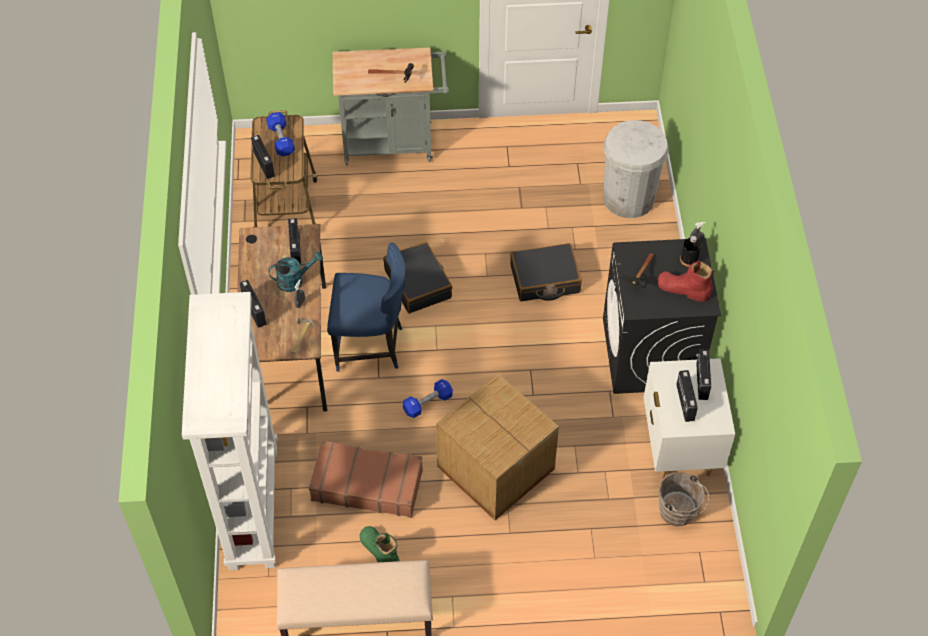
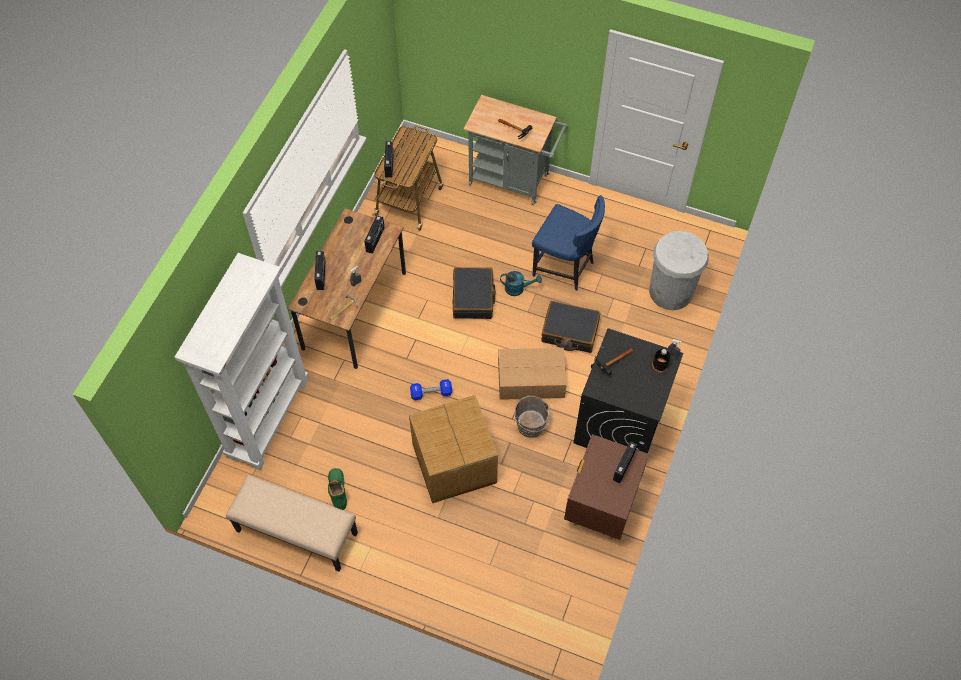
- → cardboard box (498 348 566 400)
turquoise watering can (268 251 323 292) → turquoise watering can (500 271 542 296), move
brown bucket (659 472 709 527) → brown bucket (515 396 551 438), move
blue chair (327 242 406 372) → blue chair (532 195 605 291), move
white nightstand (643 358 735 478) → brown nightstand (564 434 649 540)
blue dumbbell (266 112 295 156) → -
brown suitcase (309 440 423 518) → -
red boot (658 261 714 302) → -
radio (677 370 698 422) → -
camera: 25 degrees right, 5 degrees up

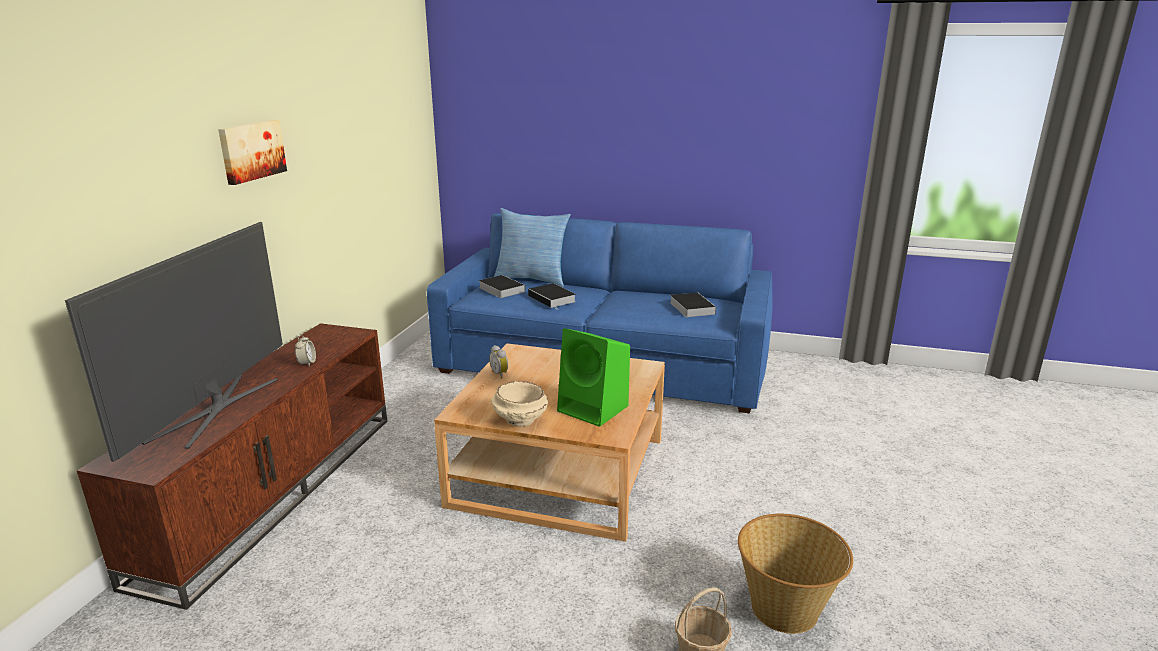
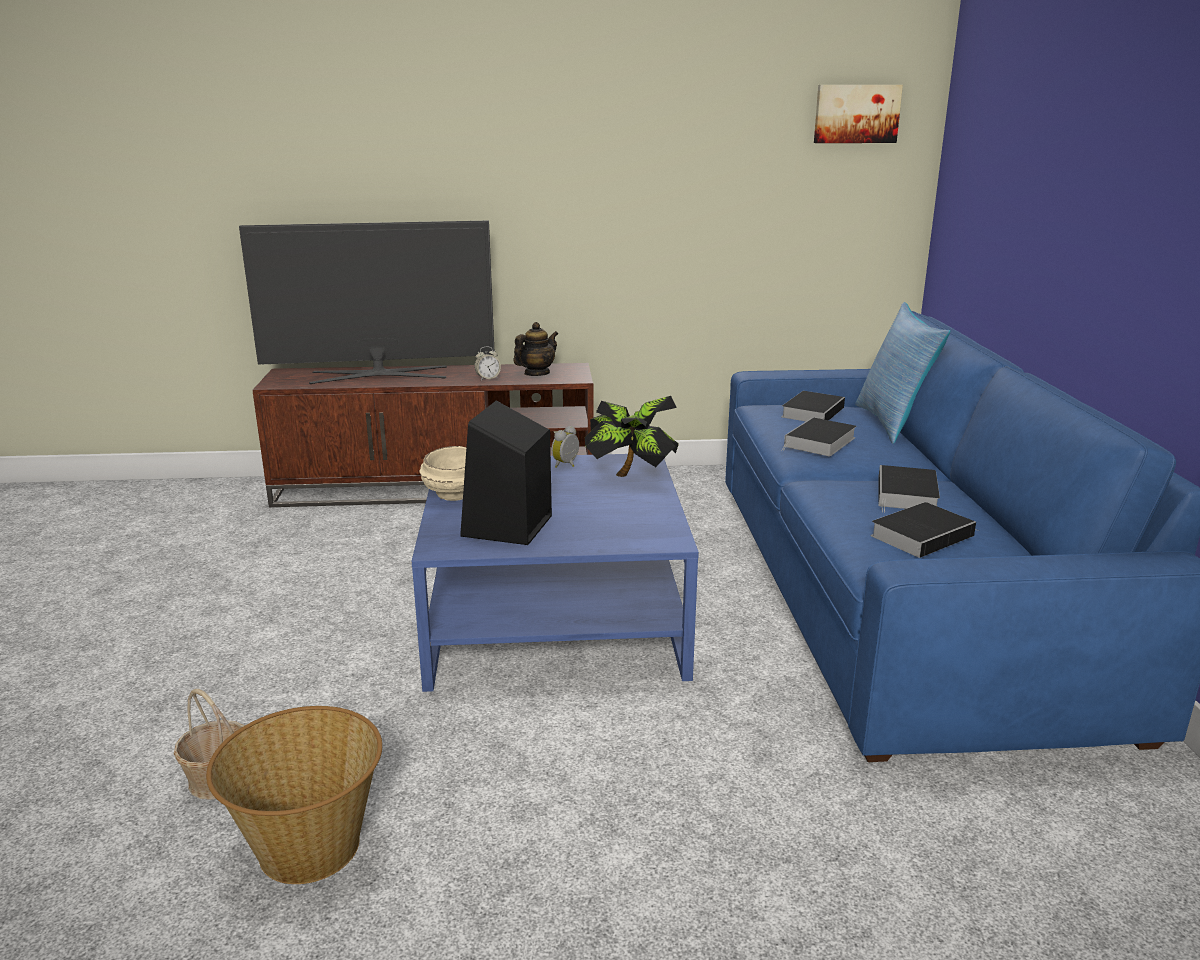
beige coffee table (434 343 665 542) → blue coffee table (411 454 699 692)
green speaker (557 328 630 427) → black speaker (460 401 552 545)
- → teapot (513 322 558 376)
- → potted plant (585 396 679 477)
picture (218 120 287 185) → picture (814 85 903 143), move
- → book (878 465 940 512)
camera: 70 degrees right, 0 degrees up

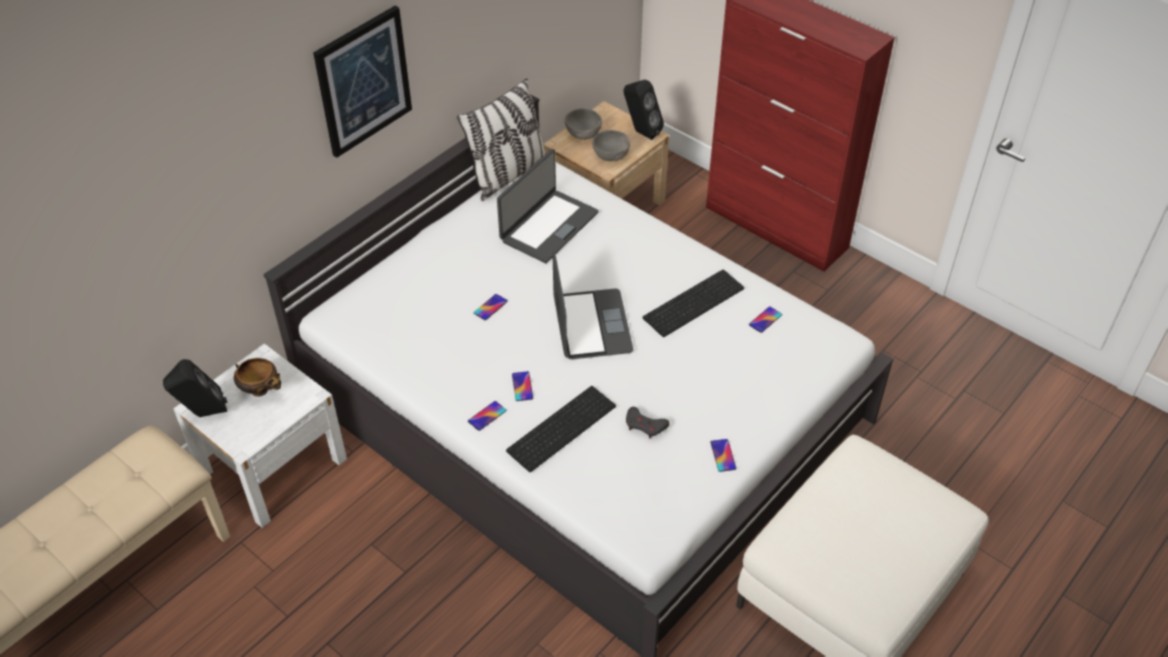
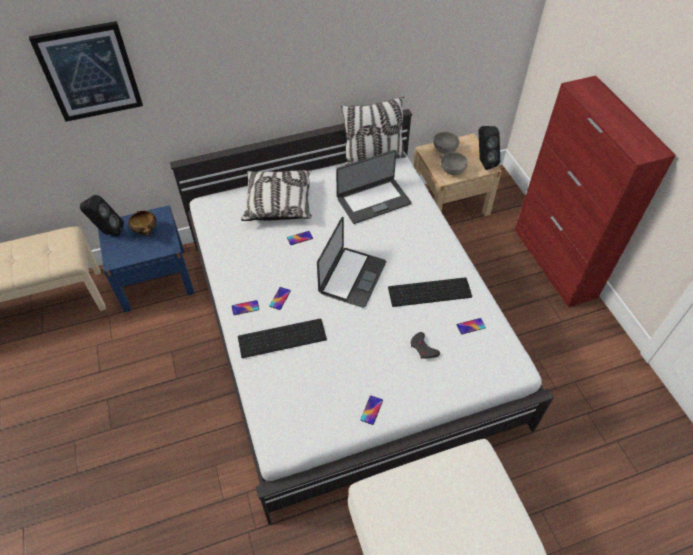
picture (313 6 412 158) → picture (29 21 143 122), move
white nightstand (173 344 347 528) → blue nightstand (98 205 195 313)
- → pillow (241 170 312 221)
grey game controller (626 407 669 438) → grey game controller (411 332 440 359), move
camera: 30 degrees right, 5 degrees up

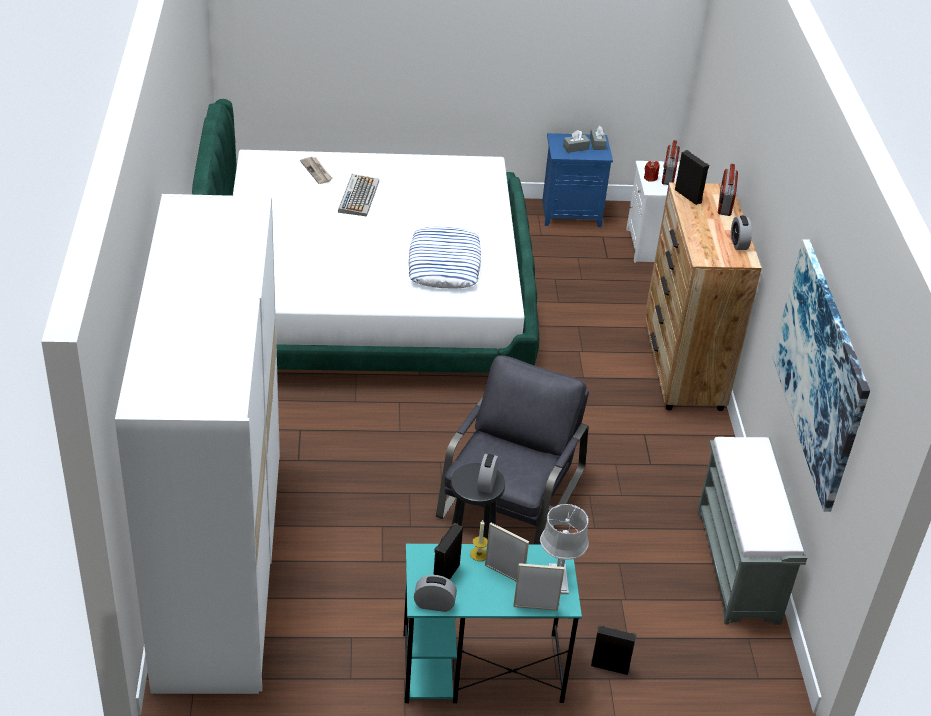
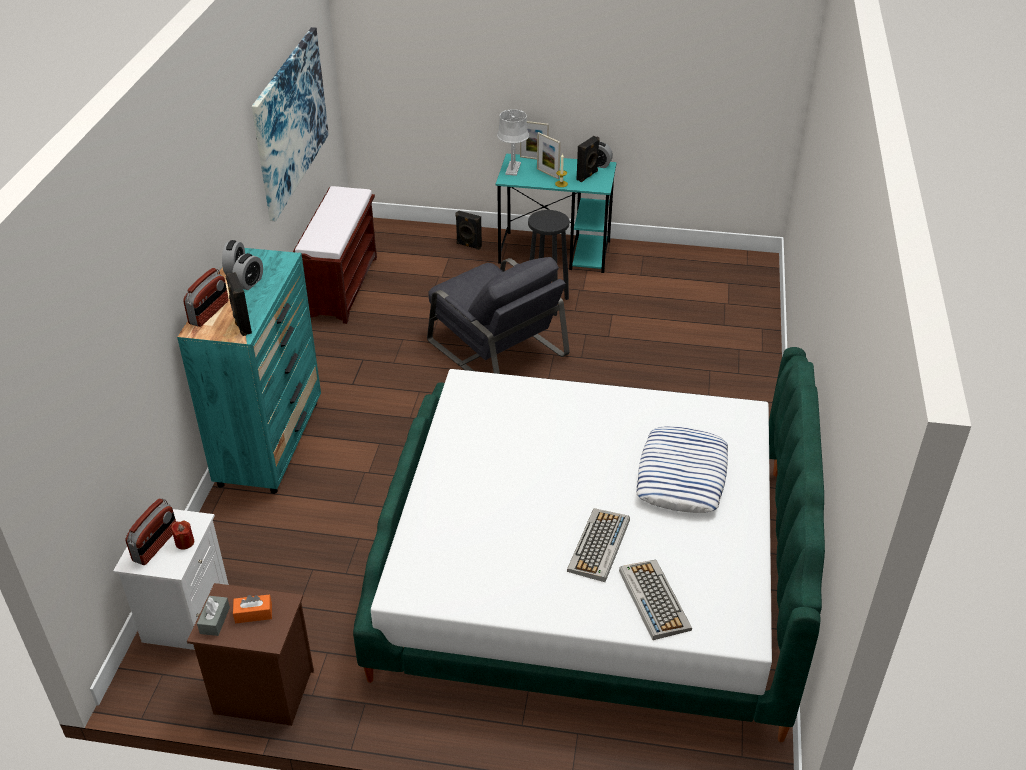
brown dresser (644 182 762 411) → turquoise dresser (177 248 321 494)
blue nightstand (542 133 613 227) → brown nightstand (187 583 314 726)
alarm clock (477 454 499 493) → alarm clock (232 253 263 290), move
grey tissue box (563 130 590 153) → orange tissue box (233 594 272 623)
grey bench (697 437 807 625) → brown bench (293 186 377 324)
grey armchair (436 355 589 545) → grey armchair (427 257 570 374), 75 degrees counterclockwise
newspaper (300 157 332 184) → keyboard (619 560 692 640)
pillow (409 227 481 289) → pillow (636 426 728 513), move
white wardrobe (115 194 280 694) → -
camera: 165 degrees left, 0 degrees up

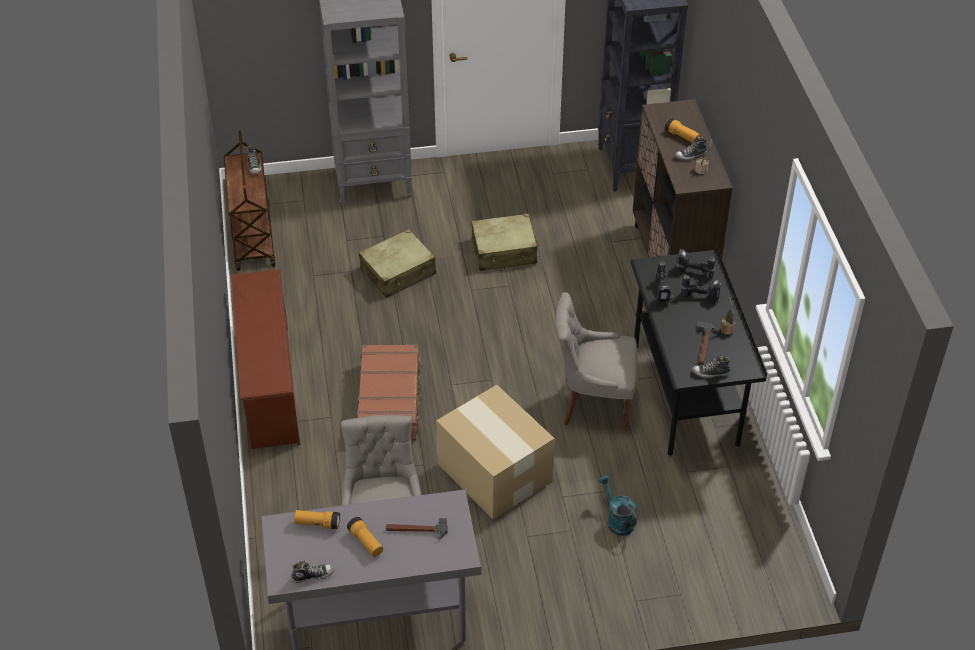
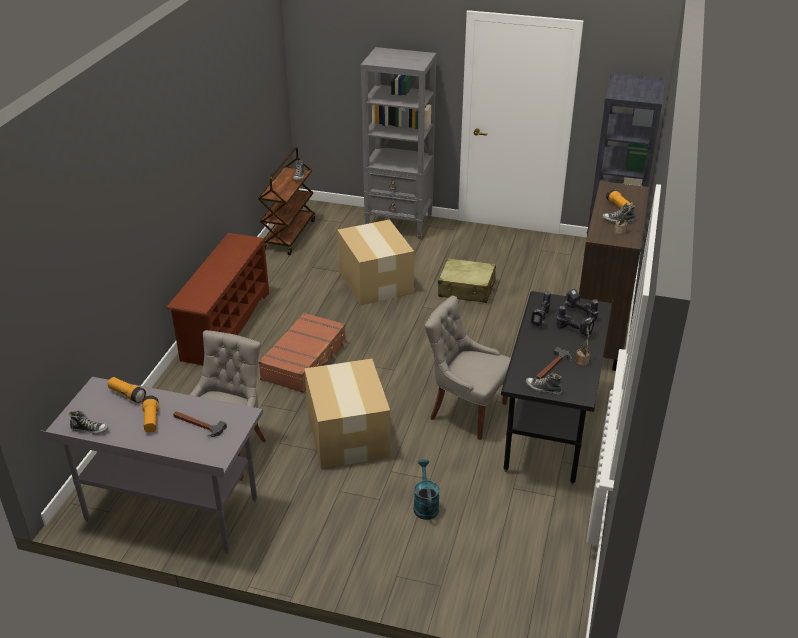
beige suitcase (359 229 436 298) → cardboard box (337 219 414 305)
camera: 25 degrees right, 10 degrees down

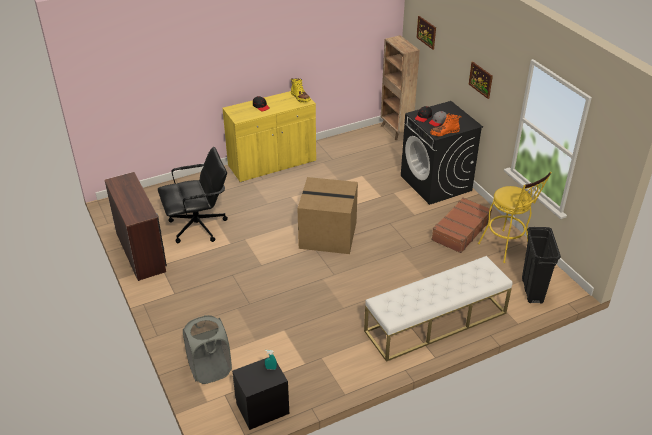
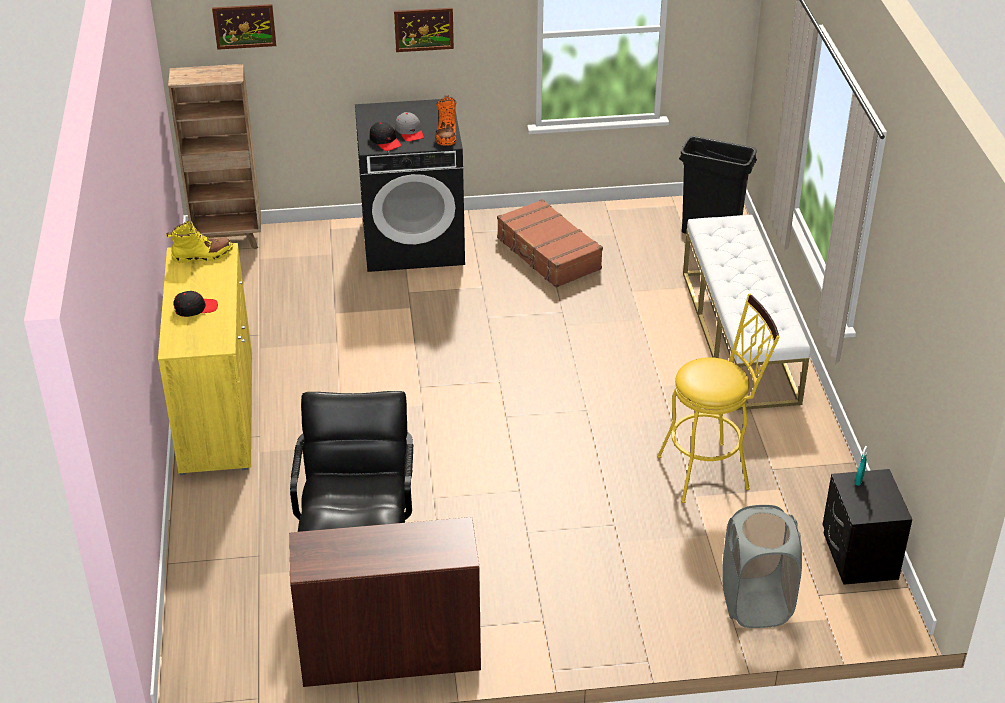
yellow stool (478 172 552 263) → yellow stool (657 294 780 503), move
cardboard box (297 177 358 254) → -
camera: 70 degrees left, 0 degrees up

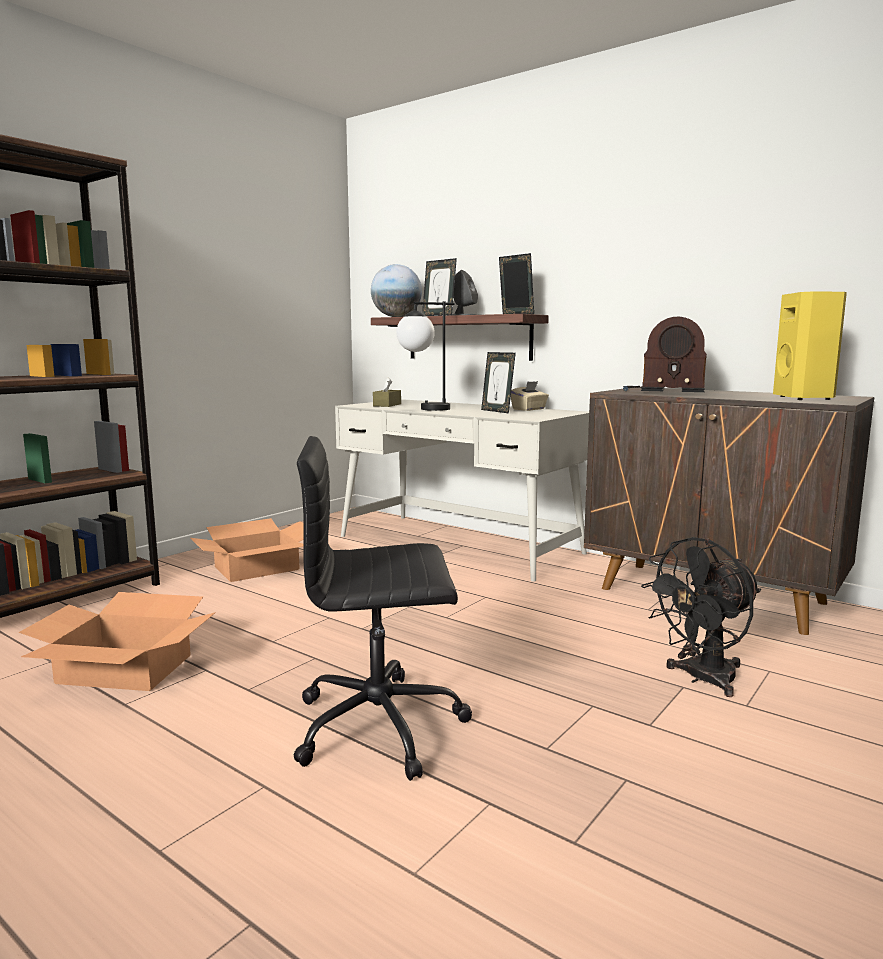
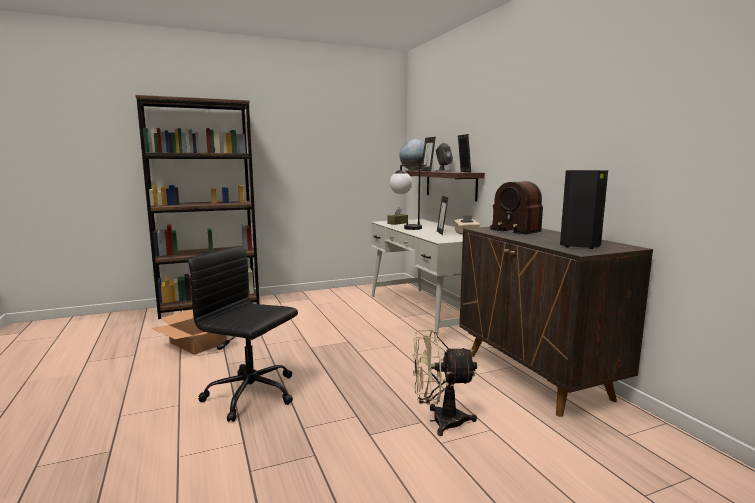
black fan (641 537 761 697) → beige fan (413 330 477 436)
yellow speaker (773 291 847 400) → black speaker (560 170 608 249)
cardboard box (190 518 304 582) → -
camera: 30 degrees right, 0 degrees up

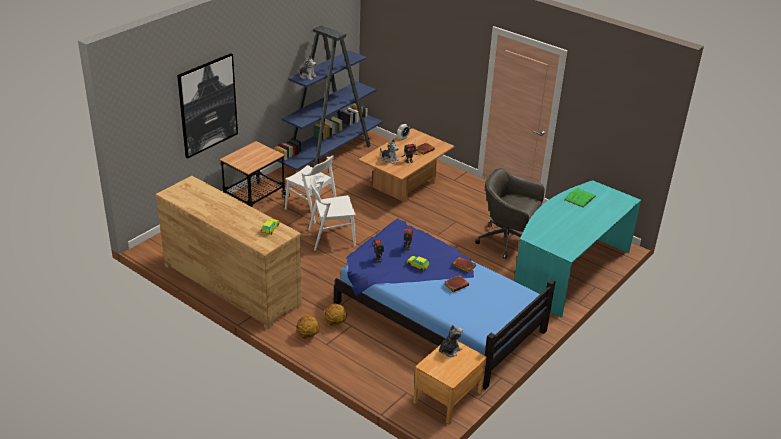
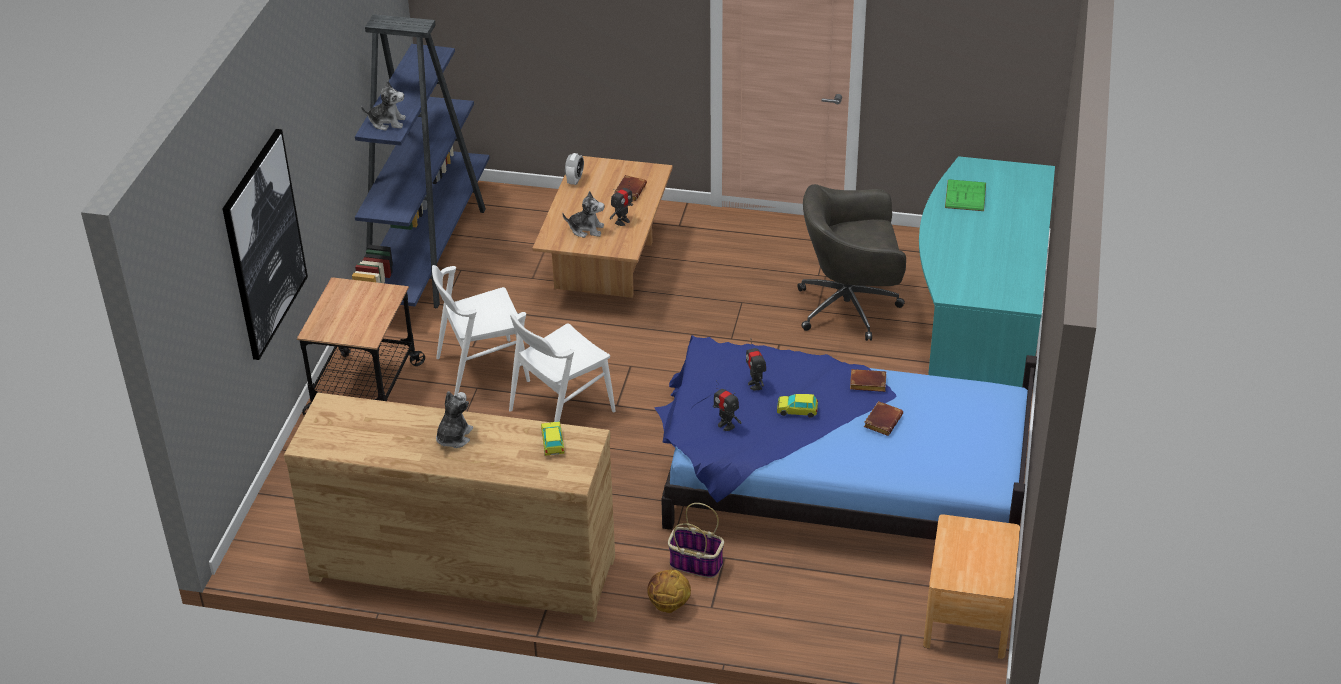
white chair (285 156 336 224) → white chair (432 265 530 395), 150 degrees clockwise
plush toy (439 325 463 357) → plush toy (436 391 473 448), move
basketball (324 304 347 326) → basket (668 503 724 578)
camera: 25 degrees left, 5 degrees up

